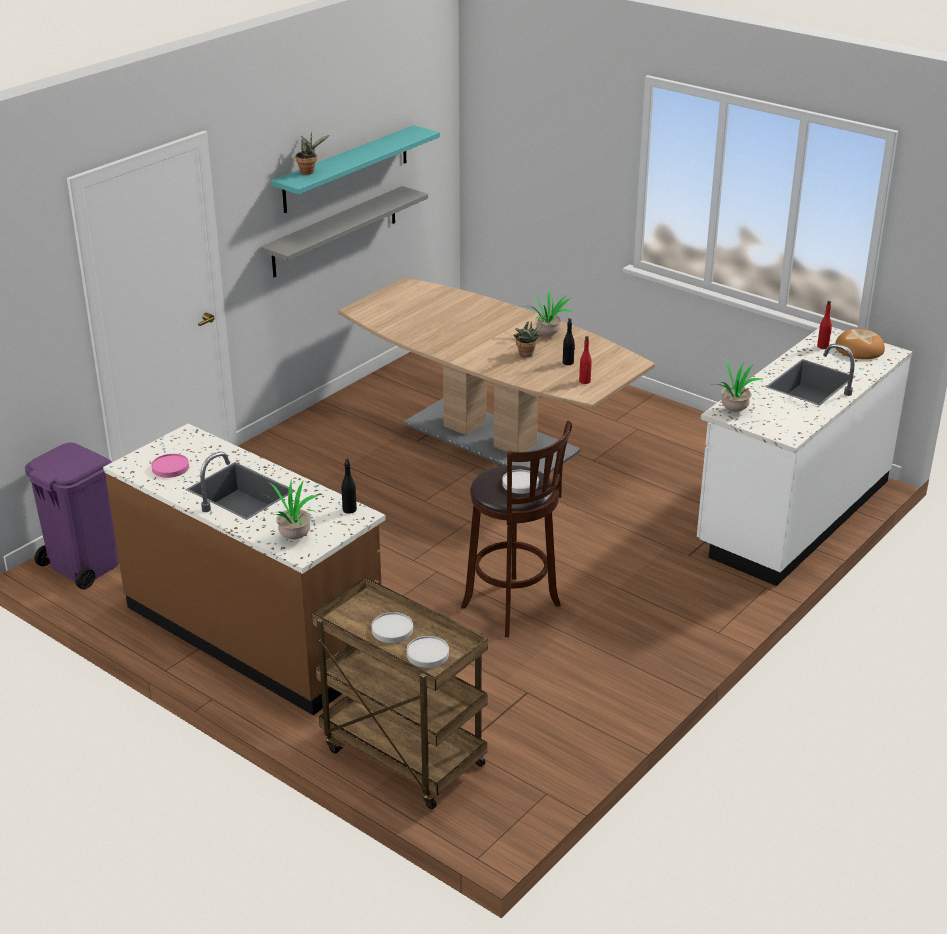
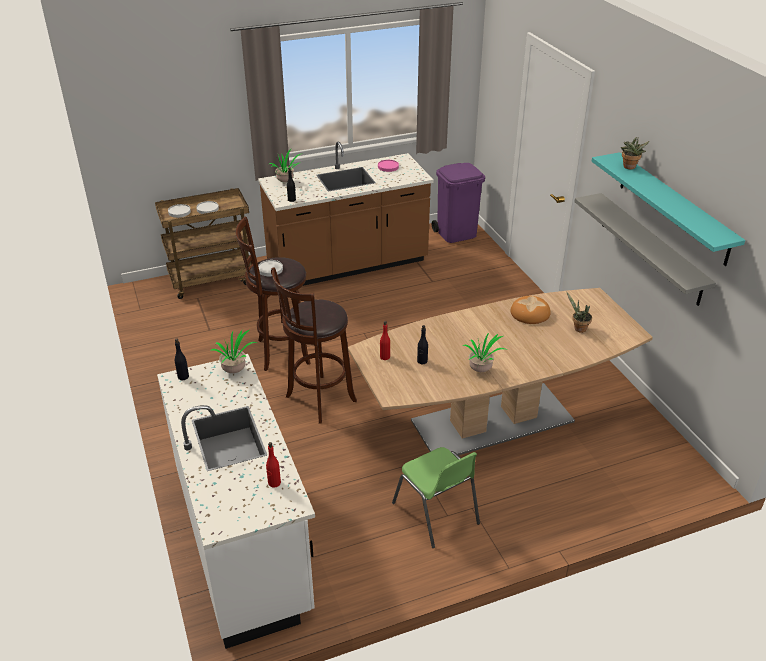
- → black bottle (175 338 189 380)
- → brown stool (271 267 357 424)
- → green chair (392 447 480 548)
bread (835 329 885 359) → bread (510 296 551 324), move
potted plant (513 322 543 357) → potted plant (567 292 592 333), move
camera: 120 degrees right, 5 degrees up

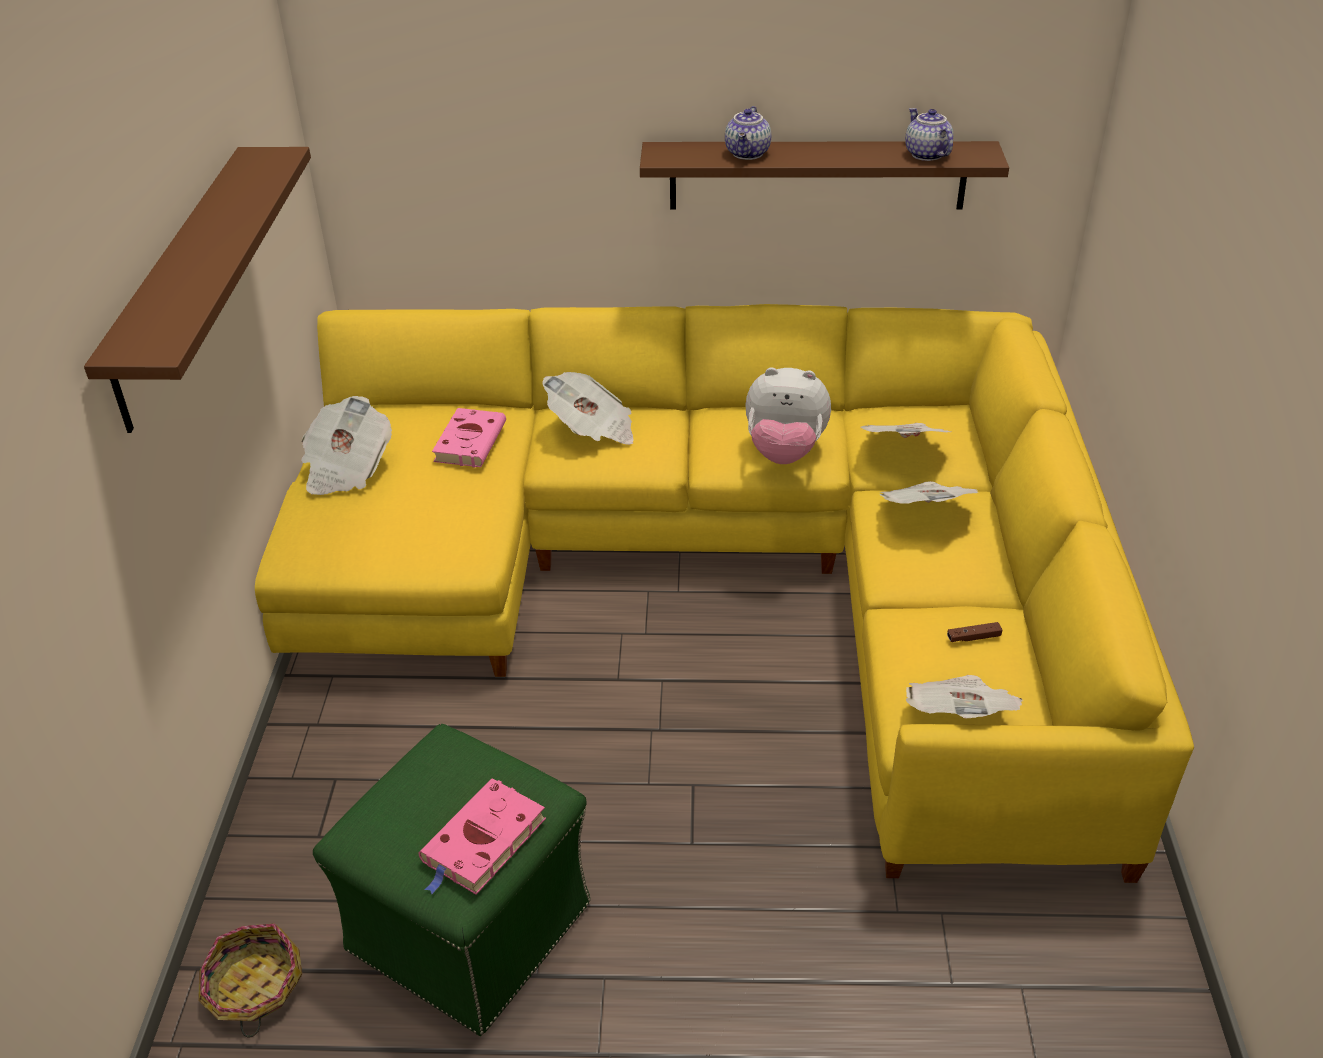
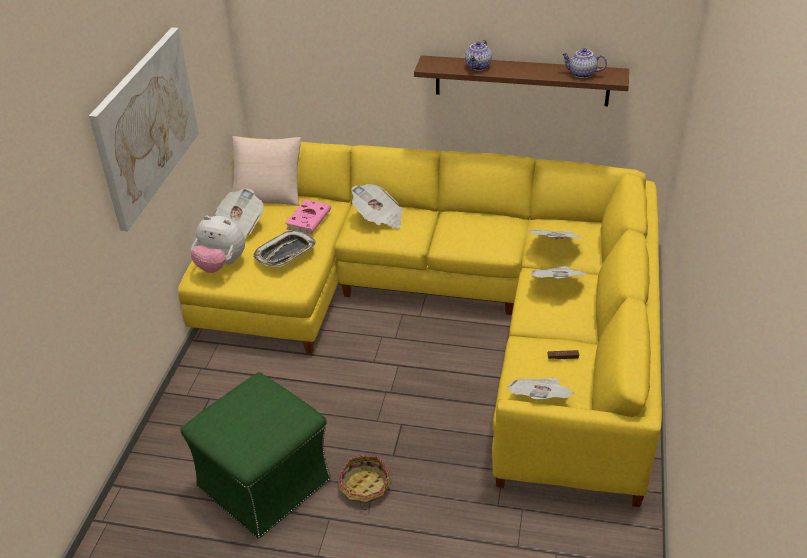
brown shelf (84 147 311 433) → picture (89 28 199 231)
plush toy (746 367 831 464) → plush toy (190 215 245 273), move
- → beige pillow (232 136 301 206)
- → tray (253 230 316 267)
basket (198 923 302 1037) → basket (338 455 392 510), move
teapot (905 108 953 161) → teapot (561 48 607 78), 60 degrees counterclockwise
pink book (419 778 546 895) → -
camera: 10 degrees right, 0 degrees up

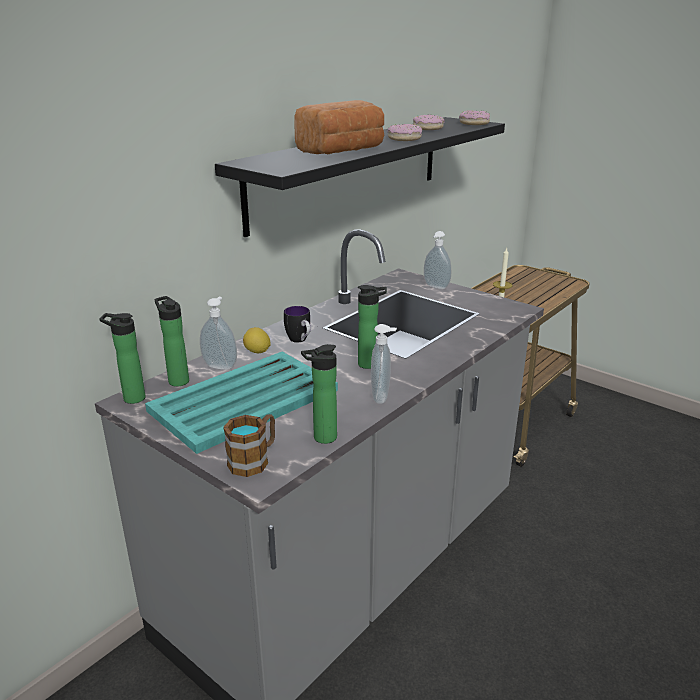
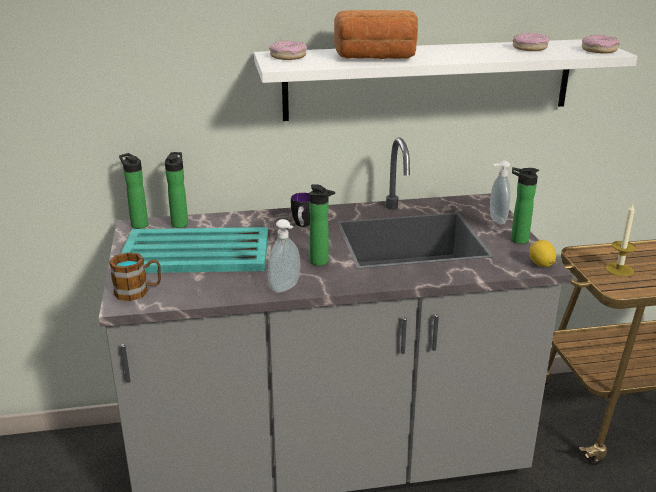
black shelf (215 117 505 237) → white shelf (254 39 638 121)
donut (387 124 422 141) → donut (269 41 307 60), move
bottle (301 344 337 444) → bottle (511 167 539 244), move
lemon (243 327 271 353) → lemon (529 240 556 267), move
soap dispenser (200 297 237 370) → -
camera: 40 degrees right, 0 degrees up

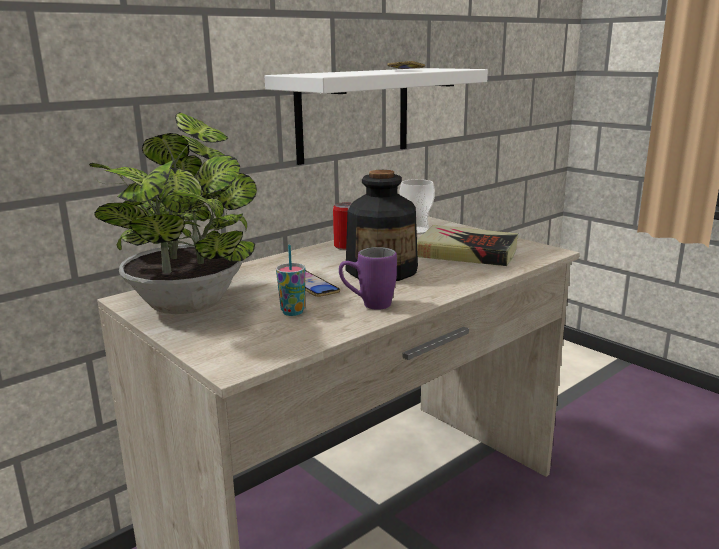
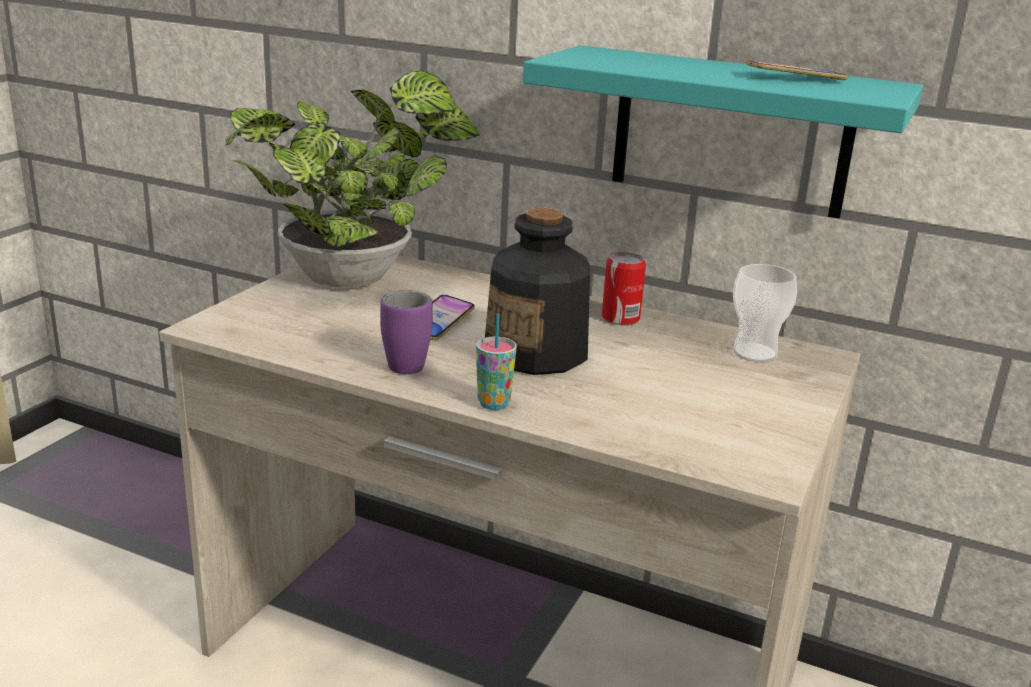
cup (276 245 305 316) → cup (476 314 517 410), move
white shelf (264 68 488 165) → turquoise shelf (523 45 923 219)
book (417 225 518 266) → -
camera: 65 degrees right, 5 degrees up

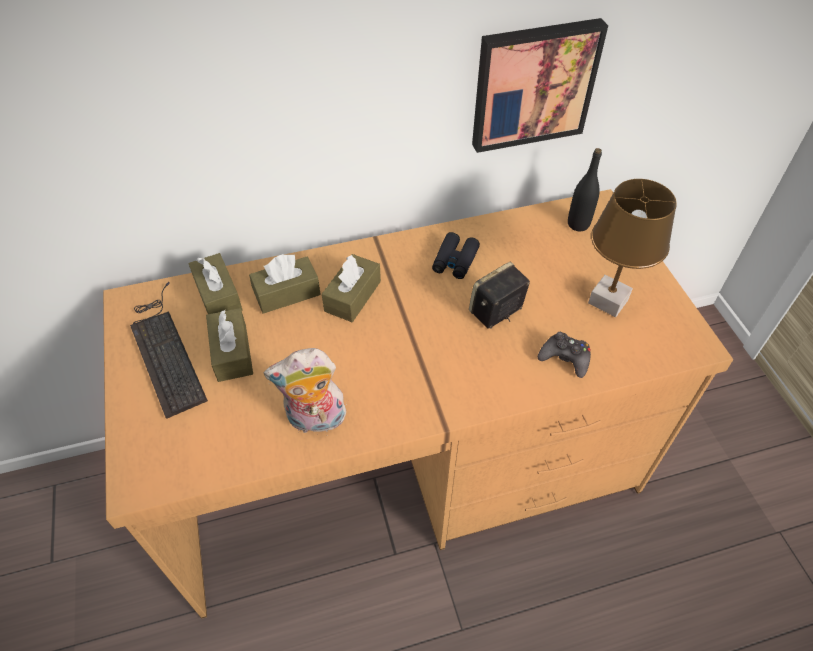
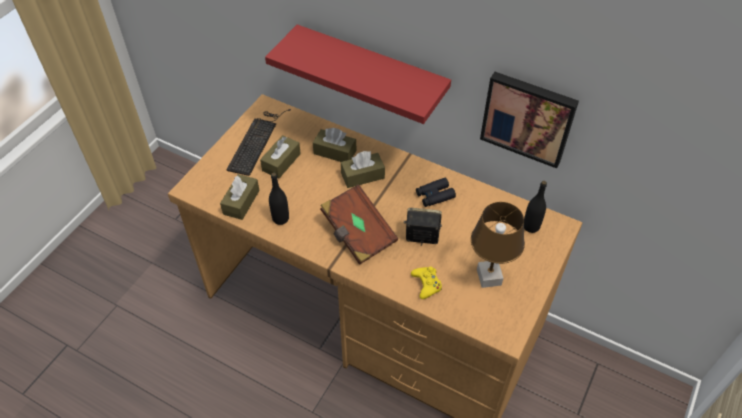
brown tissue box (188 253 242 314) → brown tissue box (220 174 260 220), move
- → red shelf (265 24 451 124)
plush toy (264 348 347 433) → black bottle (269 173 289 225)
- → brown book (320 184 399 265)
black game controller (538 332 591 378) → yellow game controller (411 266 442 299)
camera: 45 degrees right, 0 degrees up

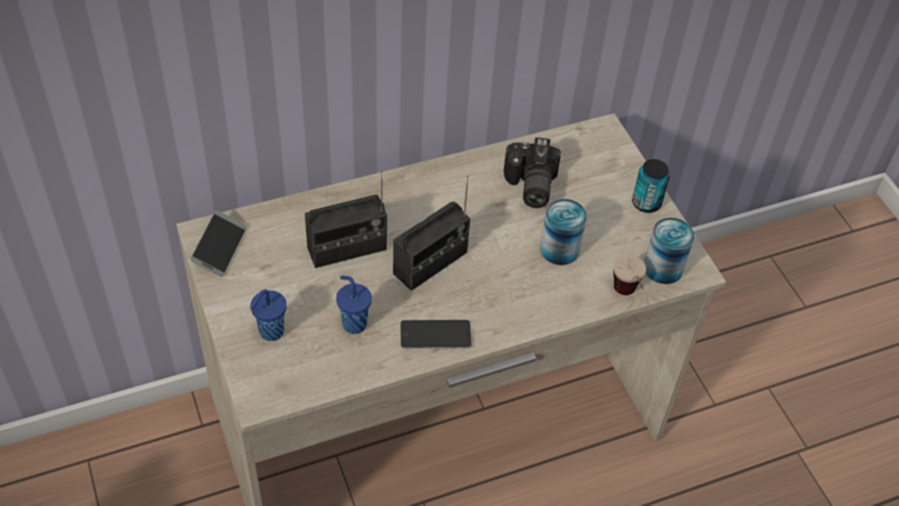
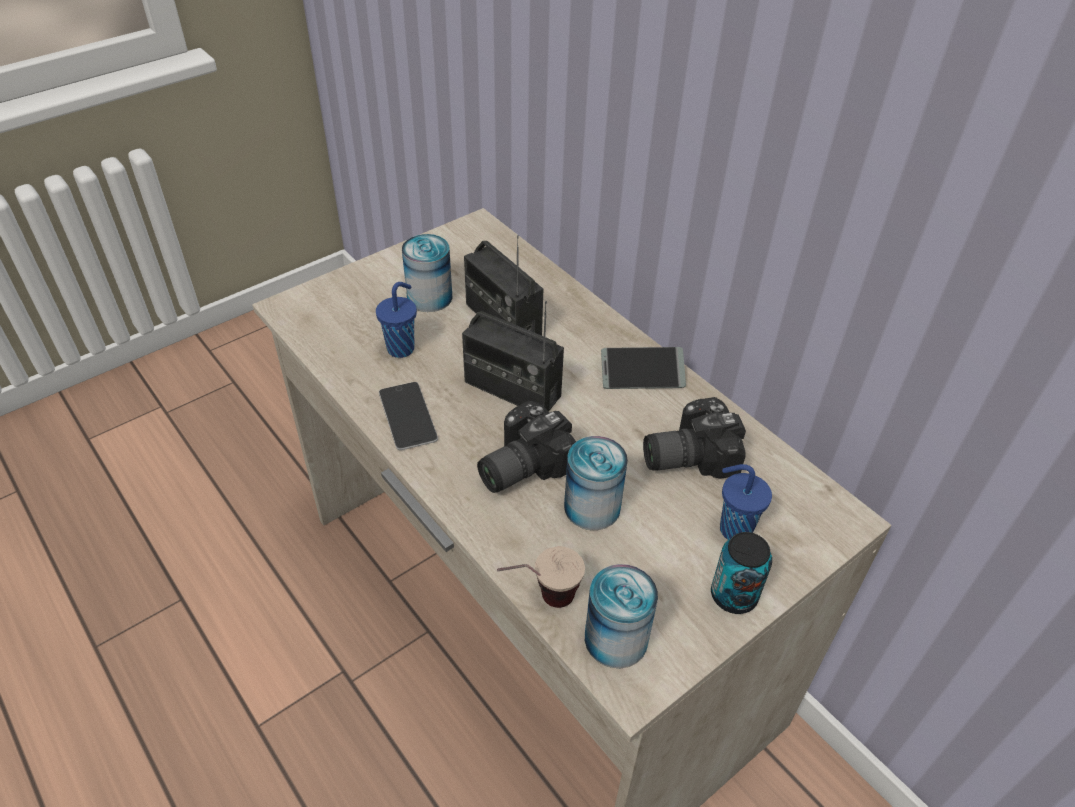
- → can (402 234 452 312)
- → photo camera (477 401 576 493)
phone (190 210 247 277) → phone (601 347 686 389), move
blue cup (250 290 286 341) → blue cup (720 464 772 540), move
camera: 75 degrees right, 5 degrees down

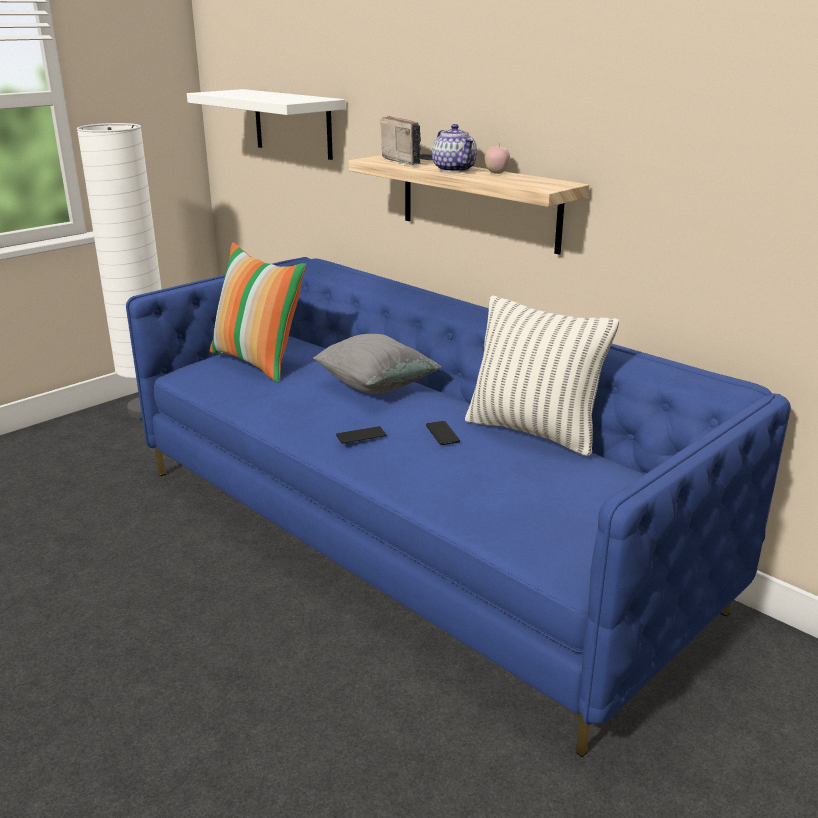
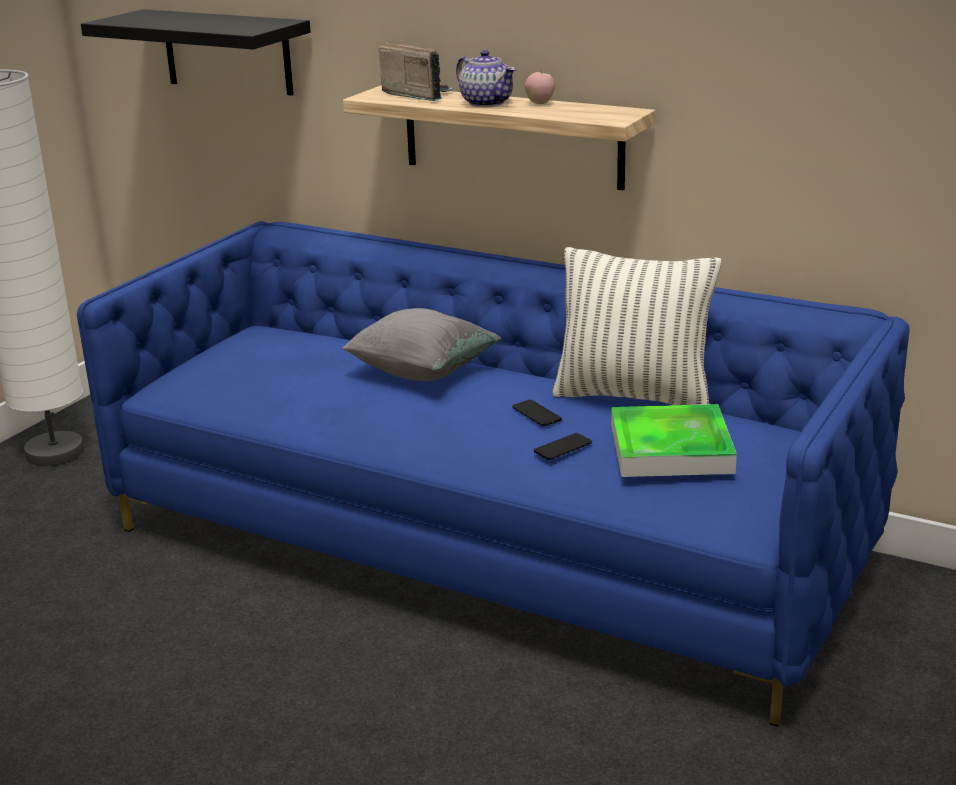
white shelf (187 89 345 160) → black shelf (81 9 311 96)
phone (336 426 386 444) → phone (534 433 592 460), move
- → tray (611 404 737 477)
pillow (210 243 306 383) → -
camera: 15 degrees left, 0 degrees up

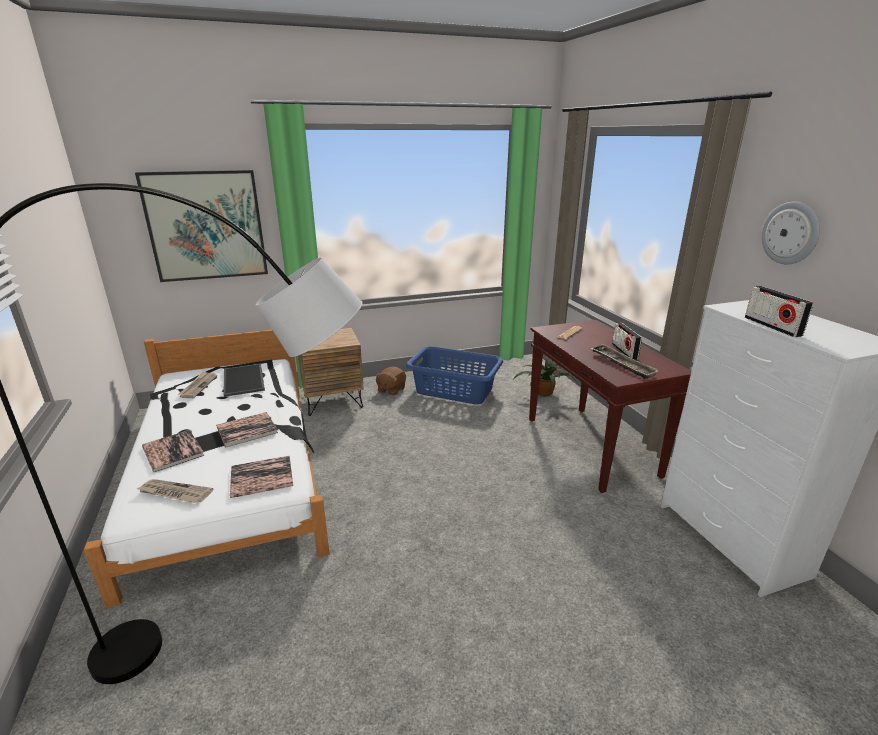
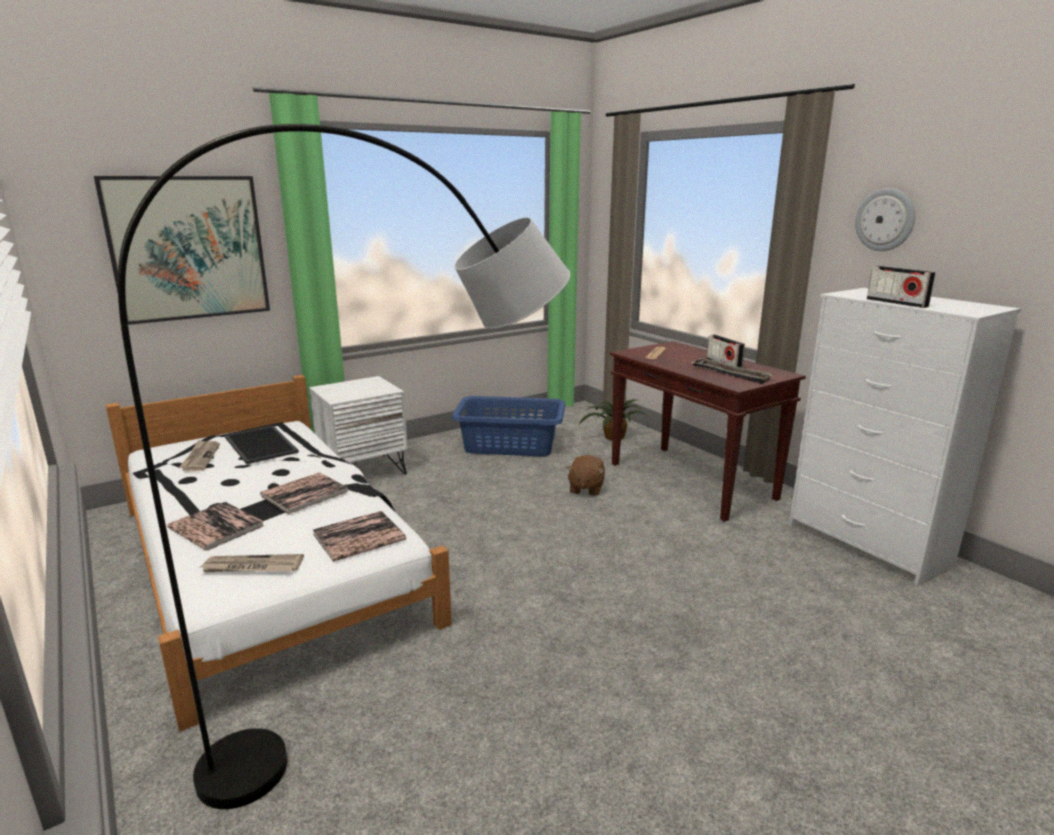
brown nightstand (298 328 364 416) → white nightstand (309 376 408 475)
brown plush toy (375 367 406 395) → brown plush toy (566 455 605 496), move
camera: 15 degrees left, 5 degrees down

